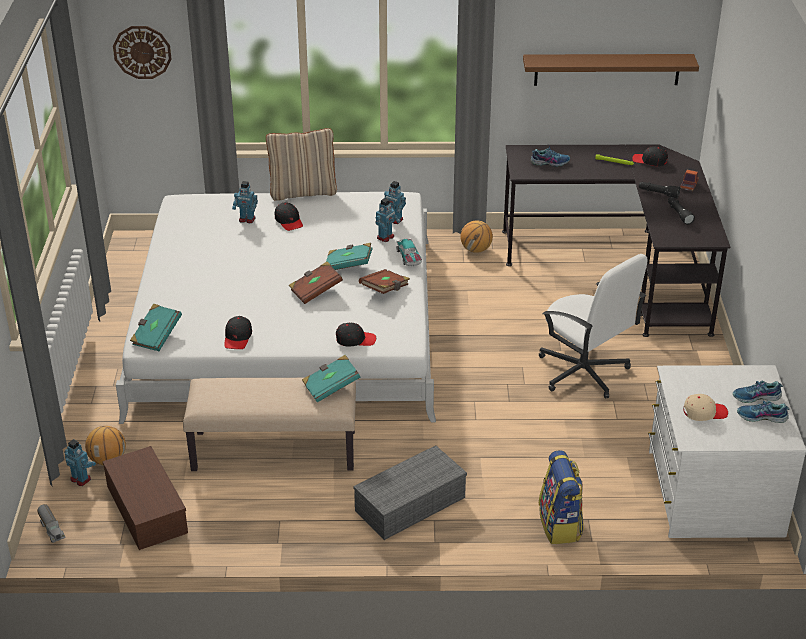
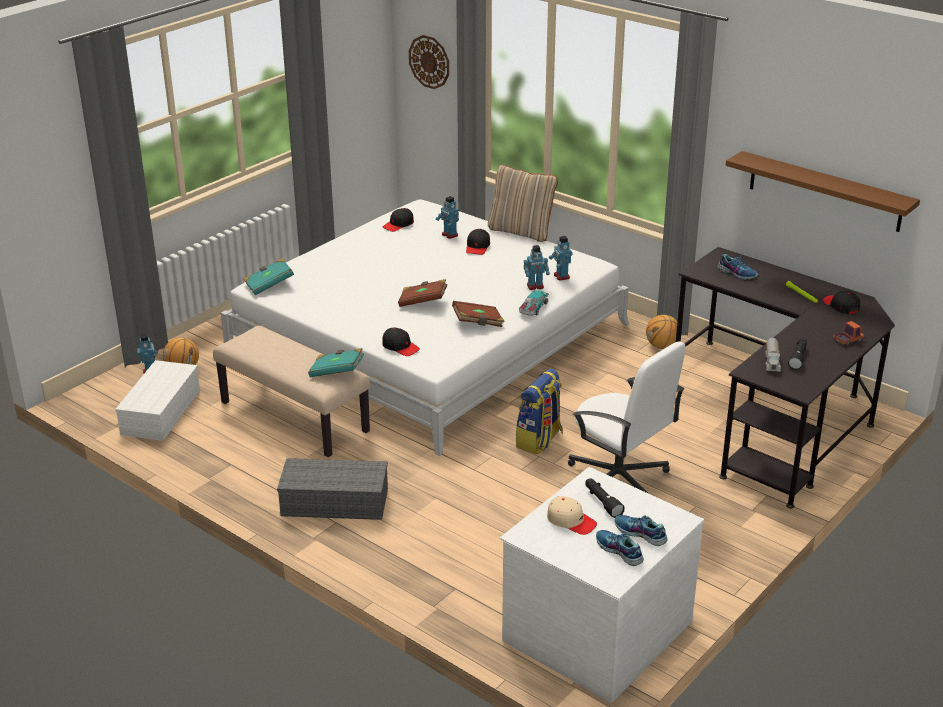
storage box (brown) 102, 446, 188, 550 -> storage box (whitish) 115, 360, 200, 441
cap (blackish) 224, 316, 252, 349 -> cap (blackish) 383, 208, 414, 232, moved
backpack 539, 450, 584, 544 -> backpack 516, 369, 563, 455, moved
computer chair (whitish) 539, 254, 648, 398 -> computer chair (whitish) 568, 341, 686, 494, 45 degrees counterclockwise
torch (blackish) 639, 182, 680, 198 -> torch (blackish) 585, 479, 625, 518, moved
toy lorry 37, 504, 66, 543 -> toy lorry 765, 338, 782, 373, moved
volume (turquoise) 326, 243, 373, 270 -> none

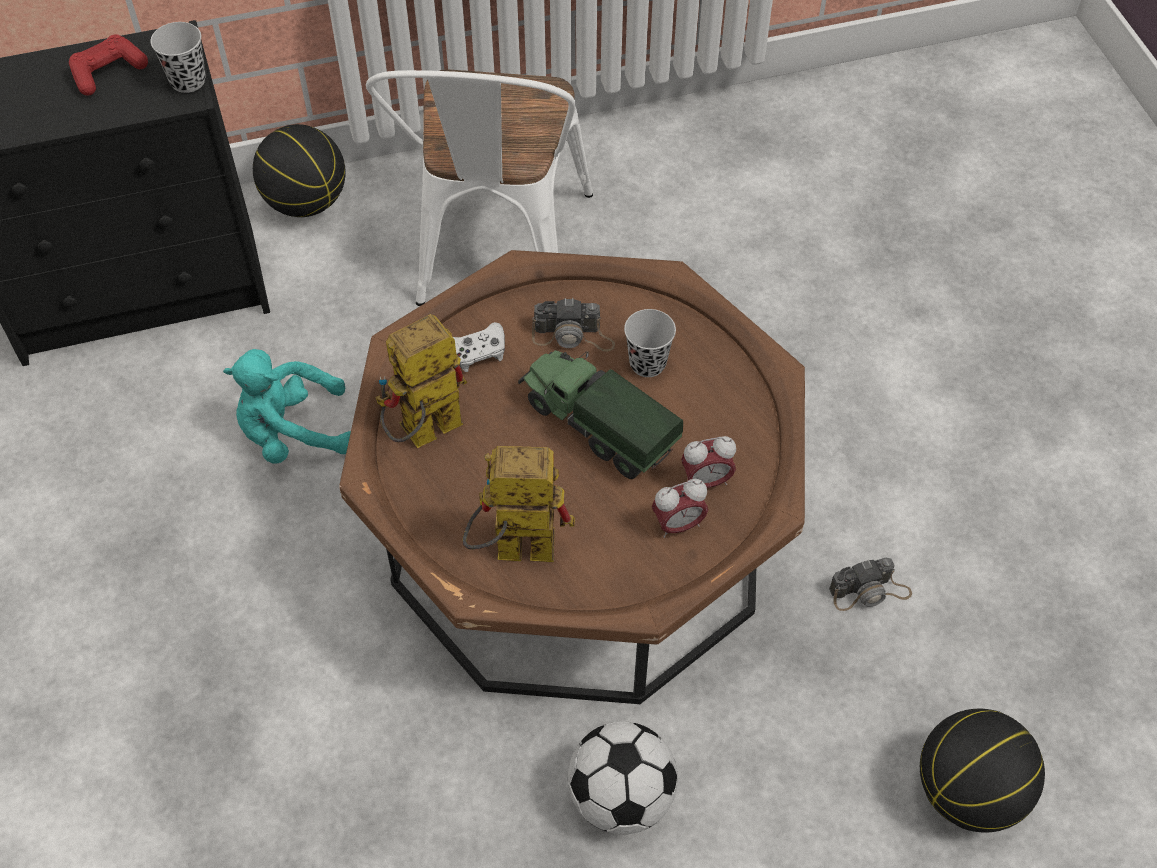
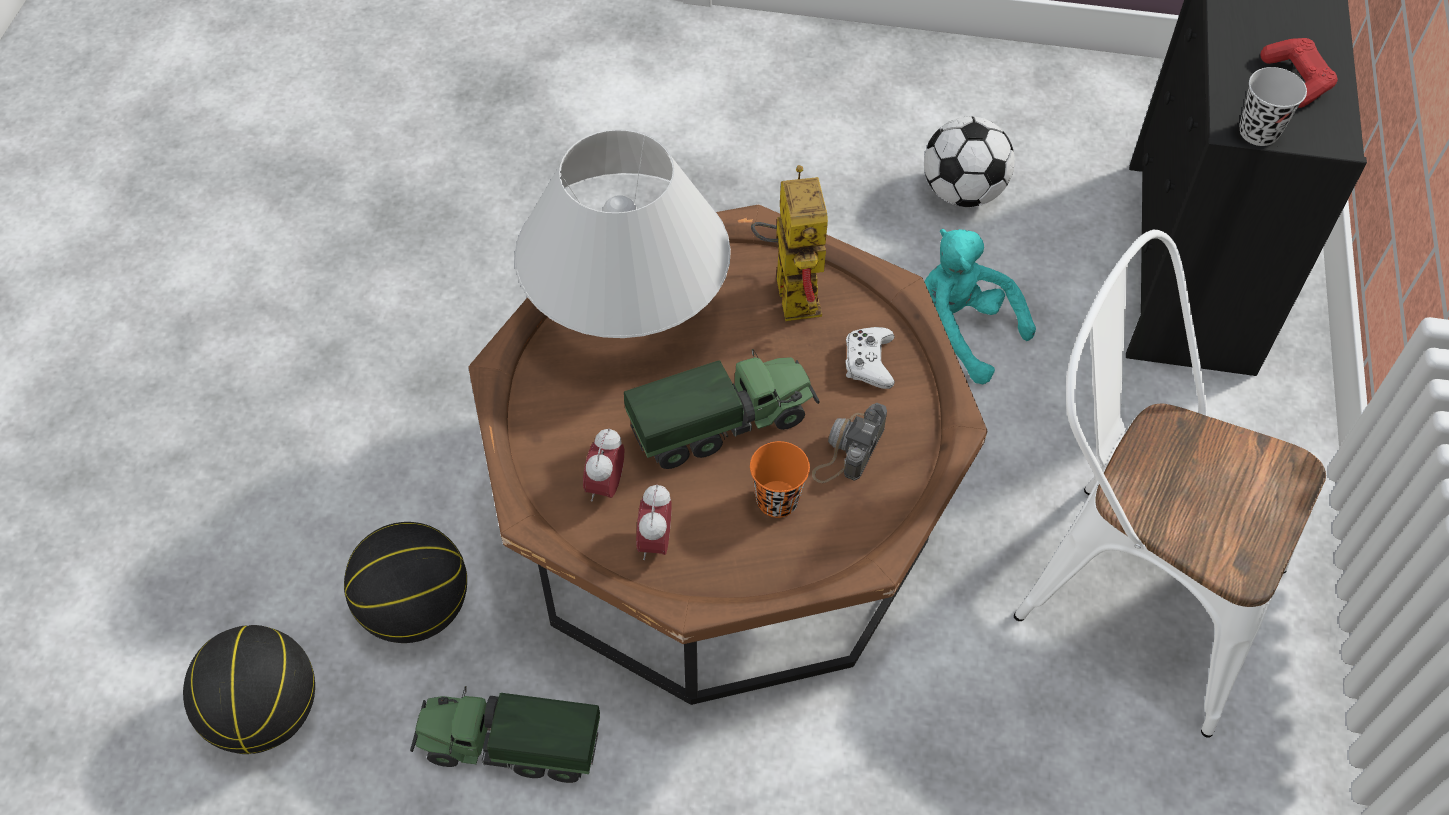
basketball 253, 124, 346, 217 -> basketball 344, 522, 467, 643, moved
still camera 829, 557, 912, 611 -> toy lorry 410, 686, 600, 783
robot figure 462, 446, 575, 562 -> lamp for a table (whitish) 514, 129, 731, 338
alarm clock 652, 479, 708, 538 -> alarm clock 636, 484, 671, 560, moved
small cup (blackish) 624, 309, 676, 377 -> small cup (orangey) 750, 441, 810, 518
football 568, 721, 678, 834 -> football 924, 116, 1015, 207, moved
plush toy (turquoise) 223, 349, 351, 464 -> plush toy (turquoise) 924, 229, 1036, 384, 60 degrees counterclockwise

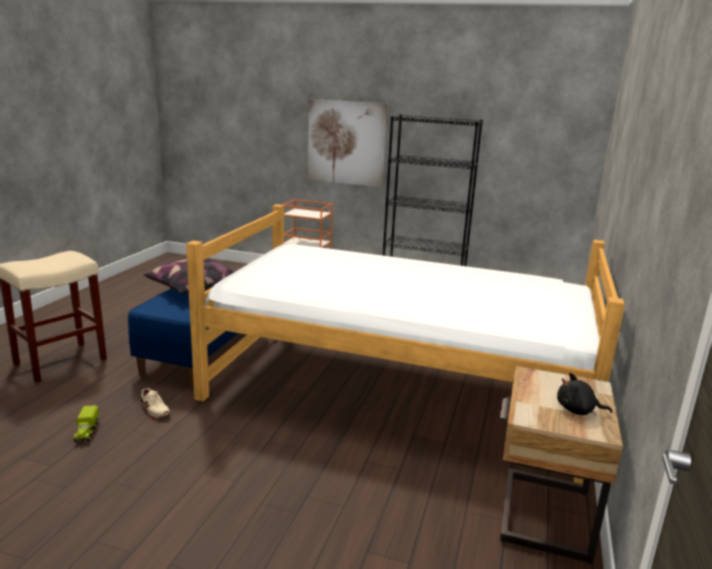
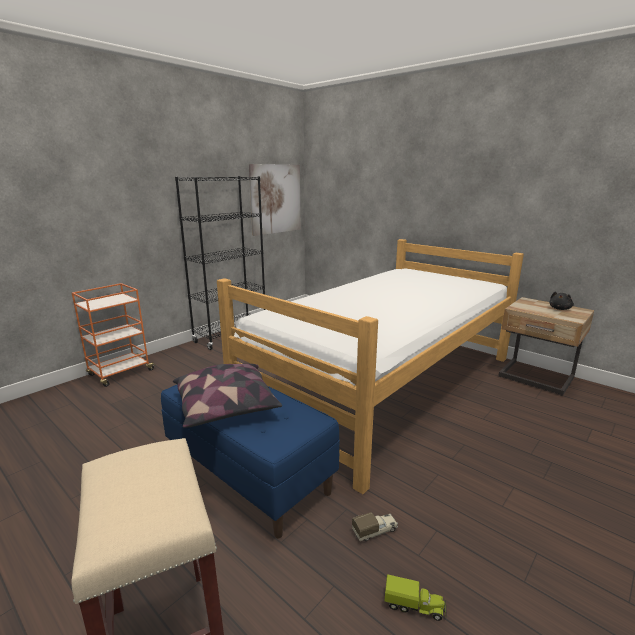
picture 308, 99, 388, 187 -> picture 249, 164, 301, 236, moved
low shoe (sand-coloured) 140, 388, 170, 419 -> toy lorry 352, 512, 398, 541

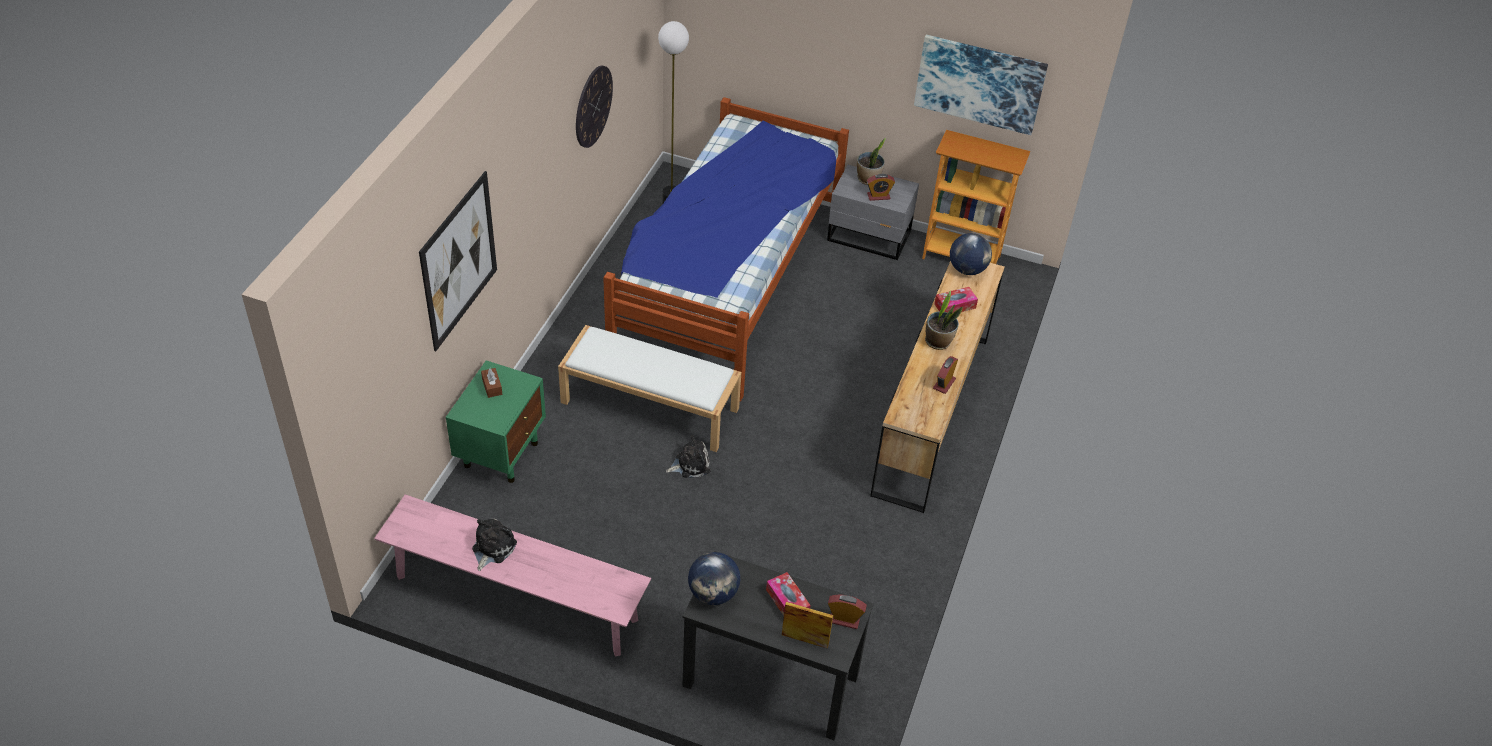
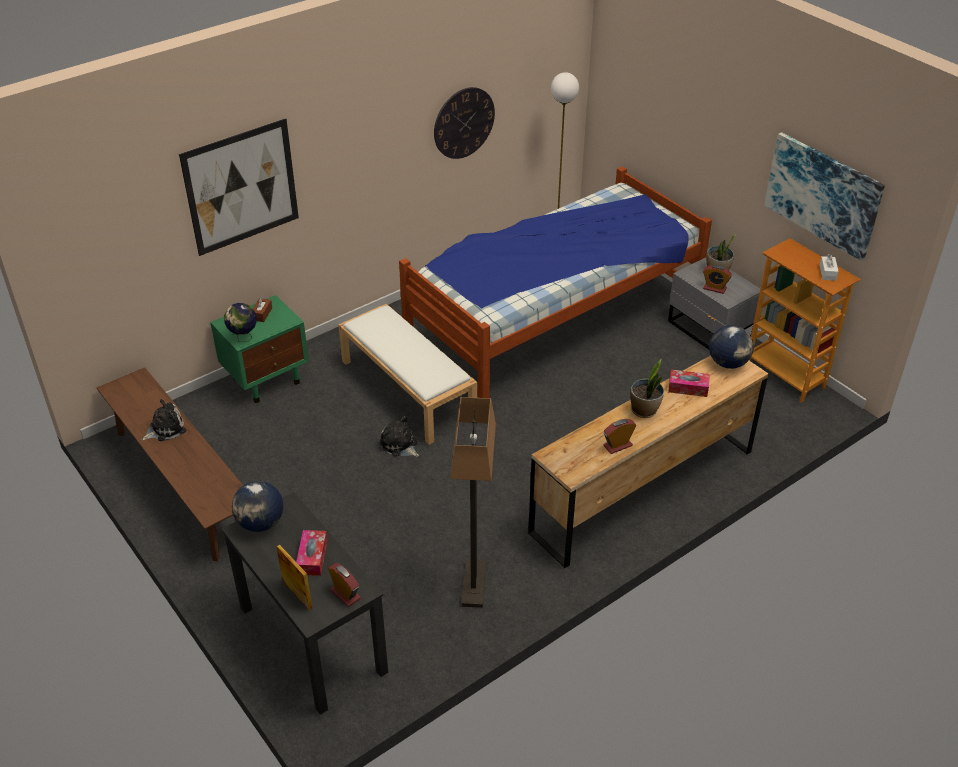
indoor bench (pink-coloured) 374, 494, 651, 656 -> indoor bench (brown) 97, 367, 243, 562
none -> world globe 224, 303, 257, 342
plush toy 666, 435, 711, 478 -> plush toy 379, 416, 419, 457, 150 degrees counterclockwise
none -> floor lamp 450, 397, 496, 608
none -> box of tissues (whitish) 820, 254, 839, 281

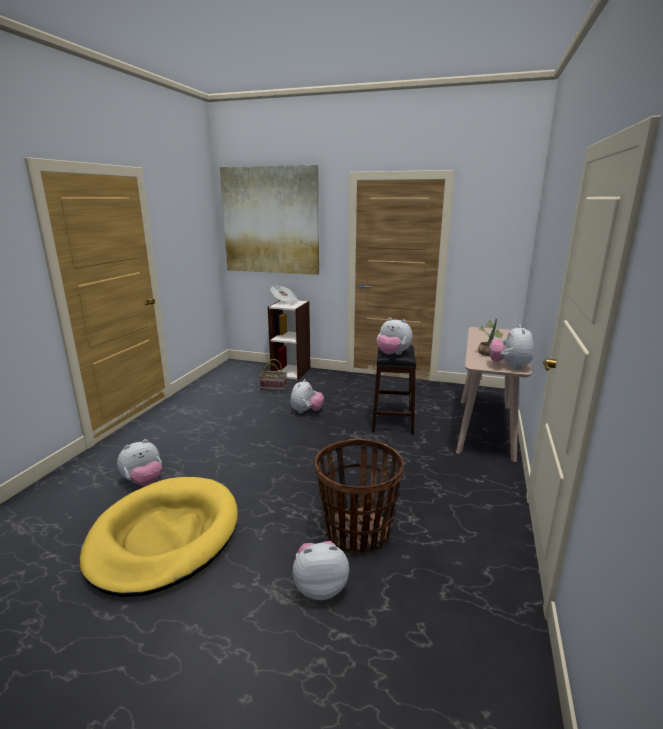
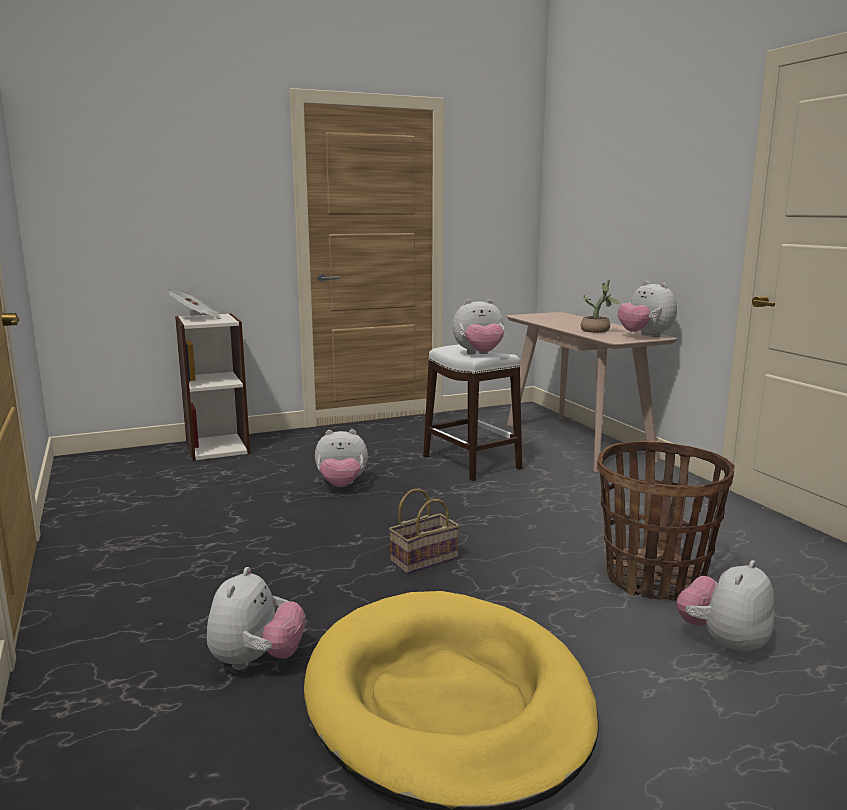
plush toy 290, 379, 324, 414 -> plush toy 315, 429, 368, 487, 105 degrees clockwise
storage basket 259, 359, 287, 391 -> storage basket 389, 488, 460, 574, moved
stool seat (blackish) 372, 345, 416, 435 -> stool seat (whitish) 423, 345, 522, 481
picture 220, 165, 319, 275 -> none

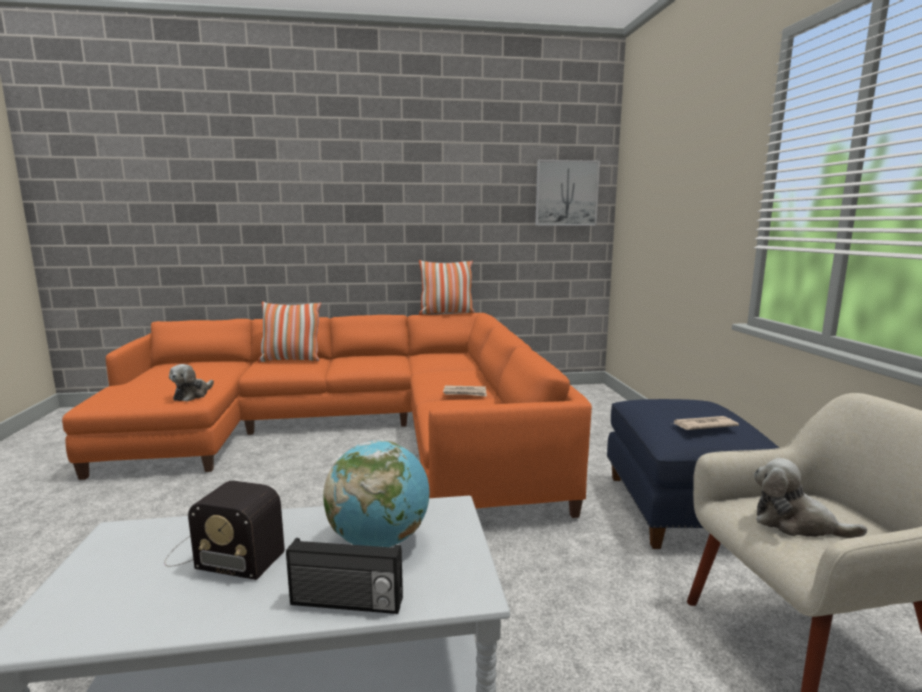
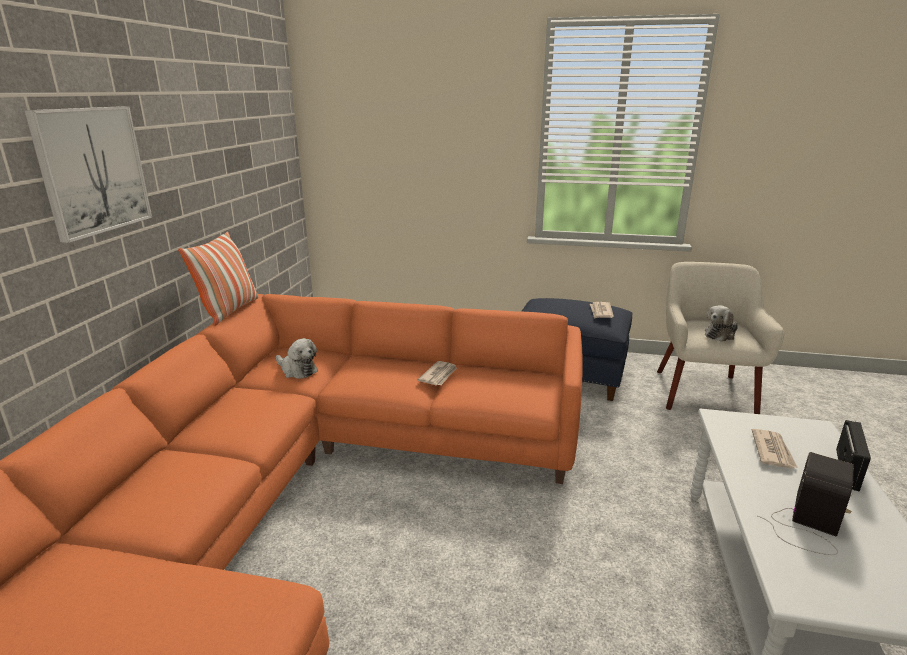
picture 535, 160, 600, 226 -> picture 24, 106, 152, 243, moved
plush toy 169, 364, 214, 401 -> plush toy 276, 338, 318, 379, moved
world globe 323, 440, 429, 547 -> printed paper 752, 429, 798, 468
throw pillow 258, 302, 321, 363 -> none

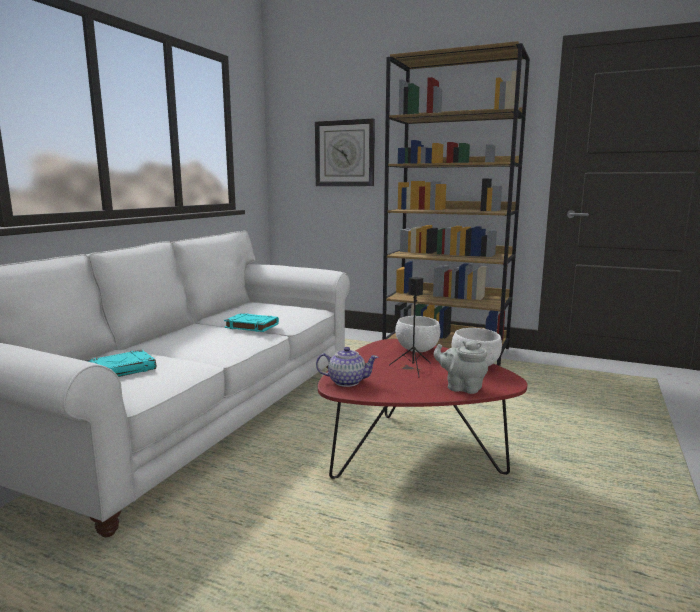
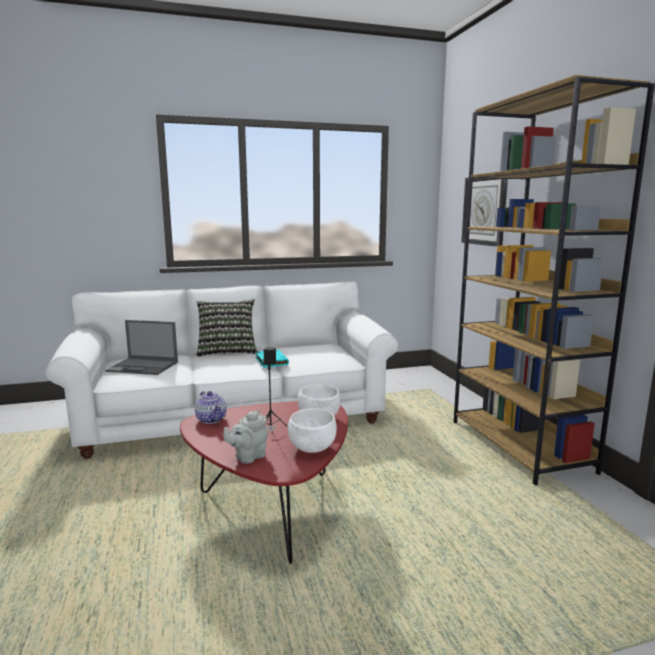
volume (turquoise) 85, 350, 156, 377 -> notebook computer 105, 320, 178, 375
none -> throw pillow 196, 299, 257, 357
tea pot (greyish) 434, 341, 488, 394 -> tea pot (greyish) 223, 410, 268, 464, 120 degrees counterclockwise

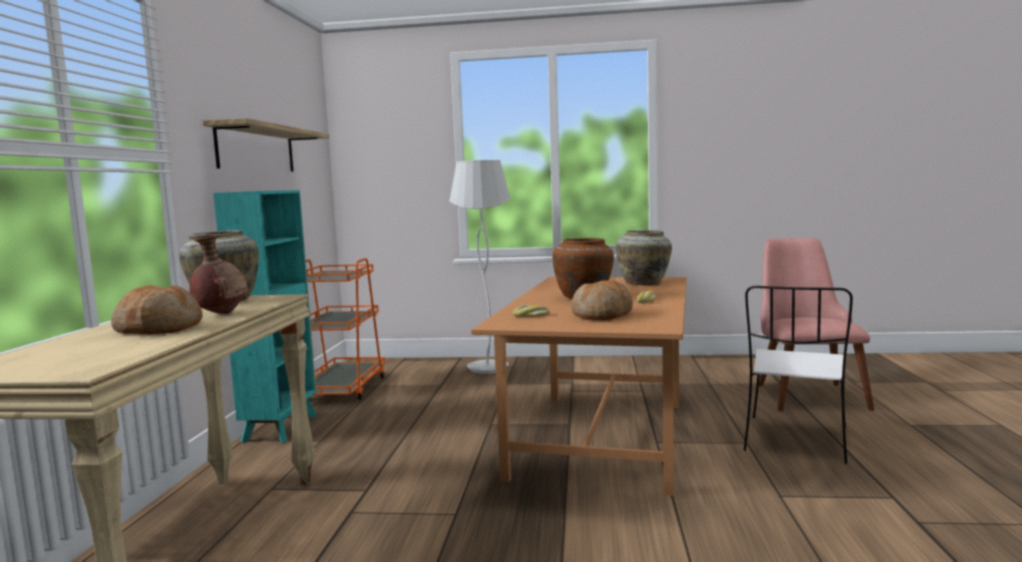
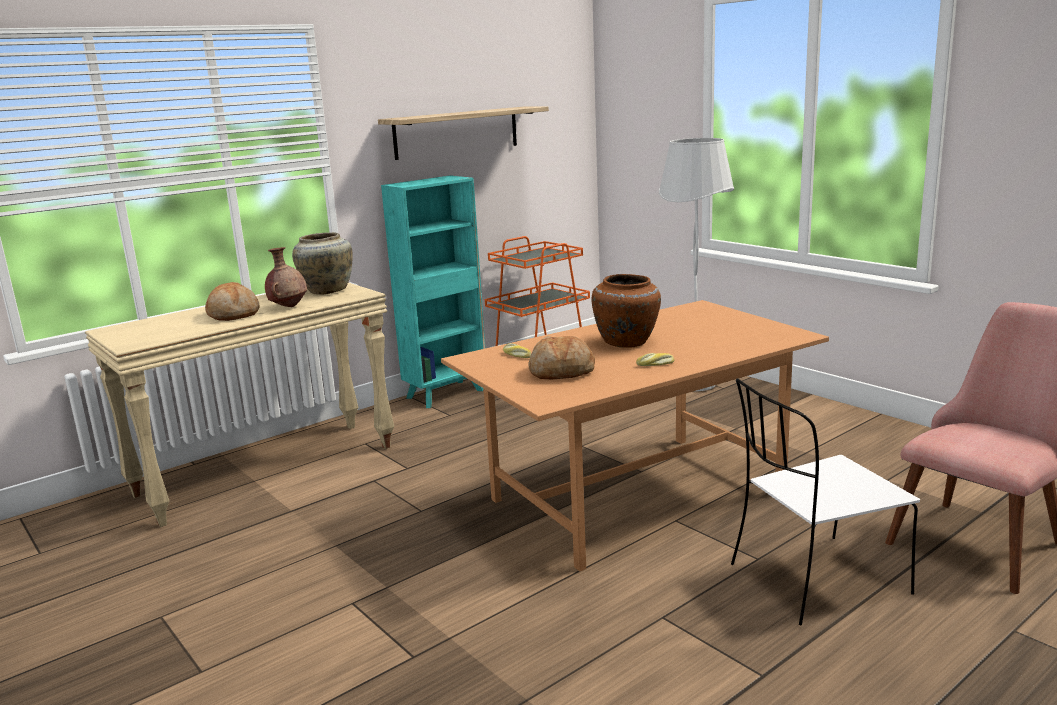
vase (sand-coloured) 616, 230, 672, 285 -> none

